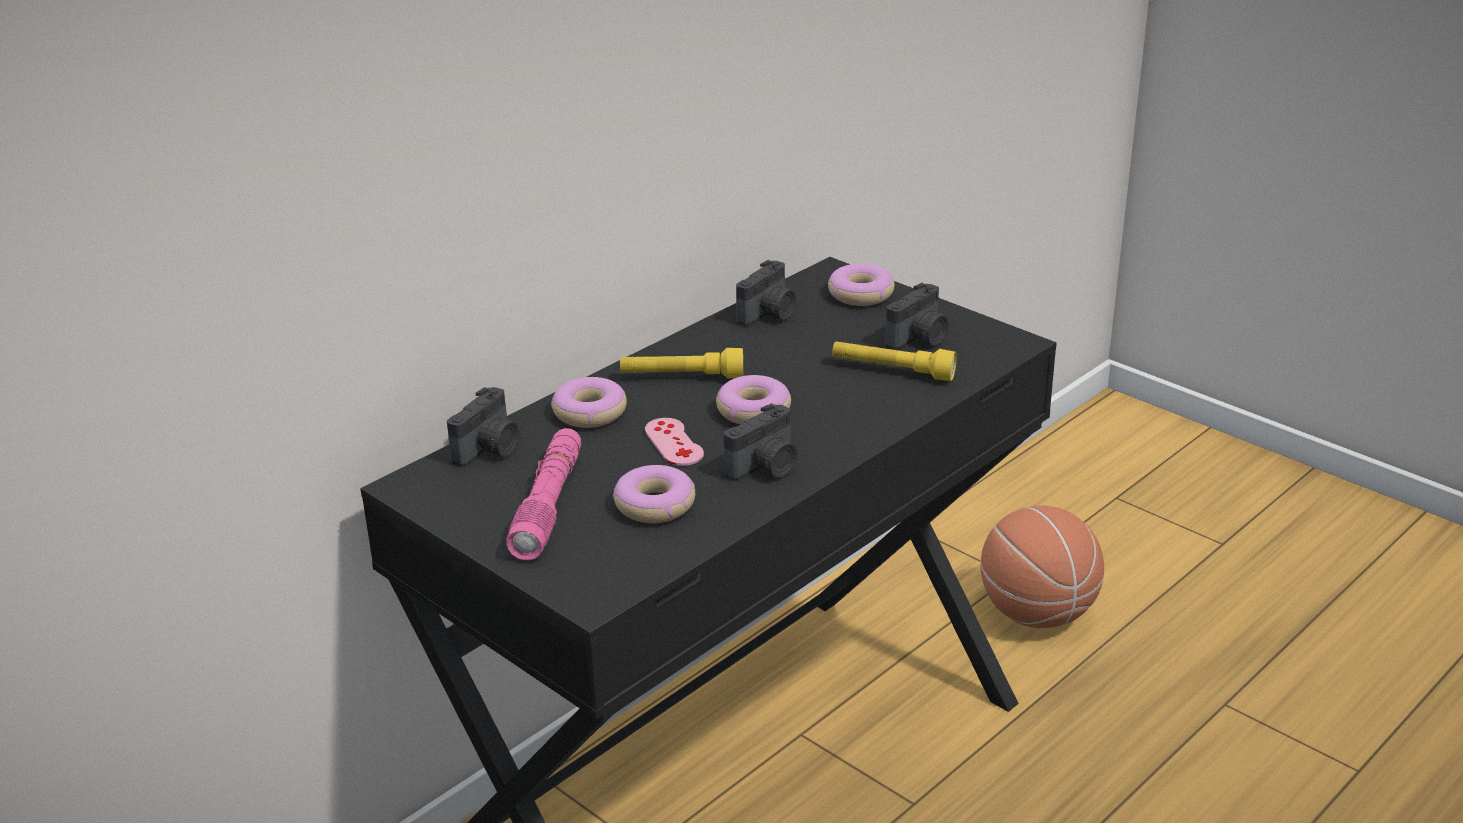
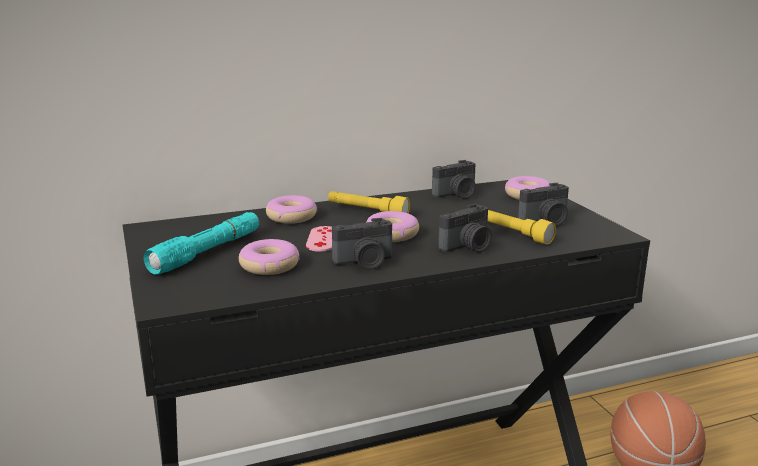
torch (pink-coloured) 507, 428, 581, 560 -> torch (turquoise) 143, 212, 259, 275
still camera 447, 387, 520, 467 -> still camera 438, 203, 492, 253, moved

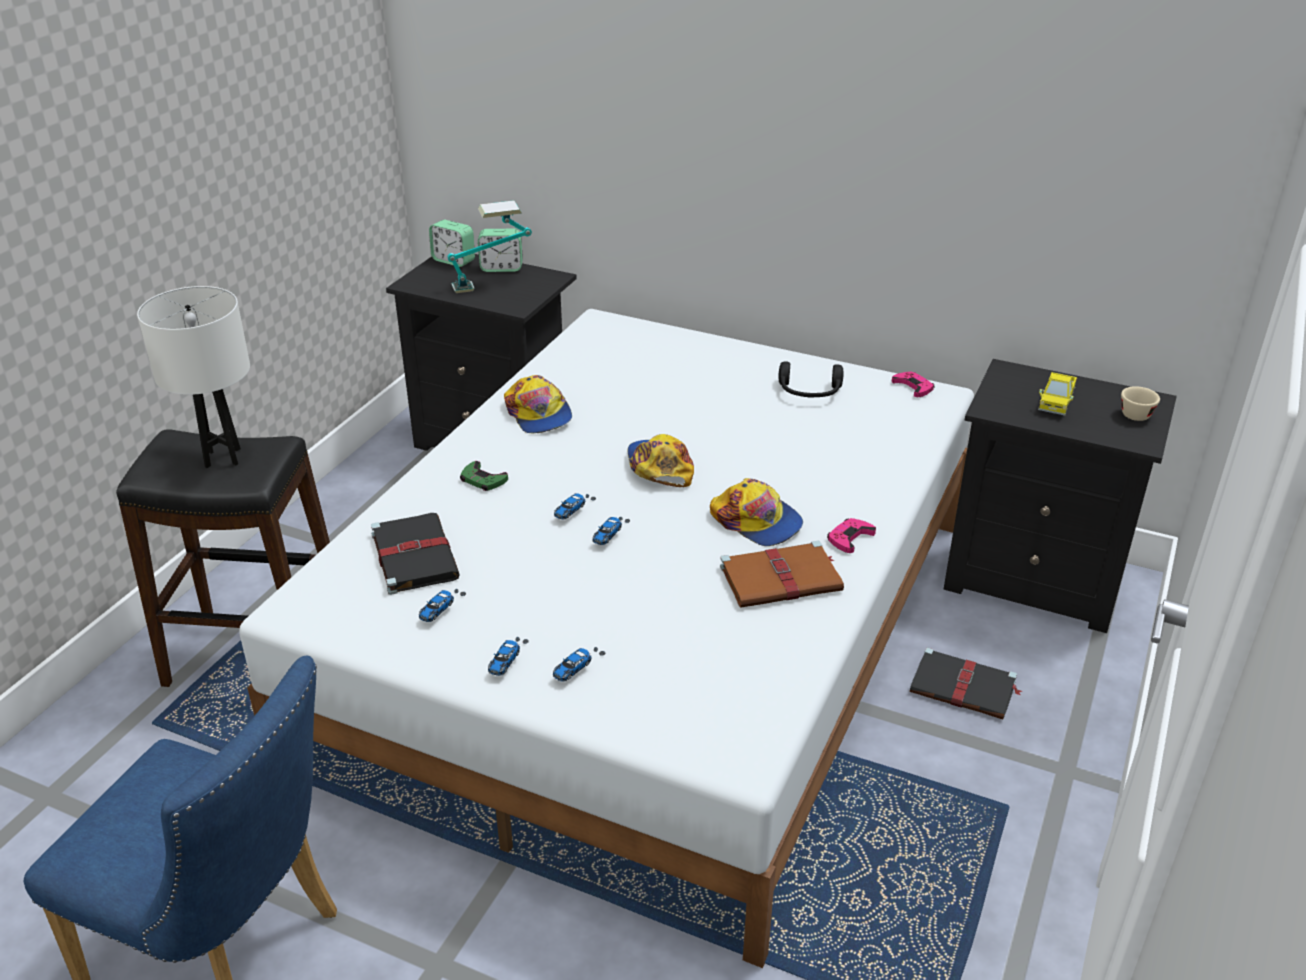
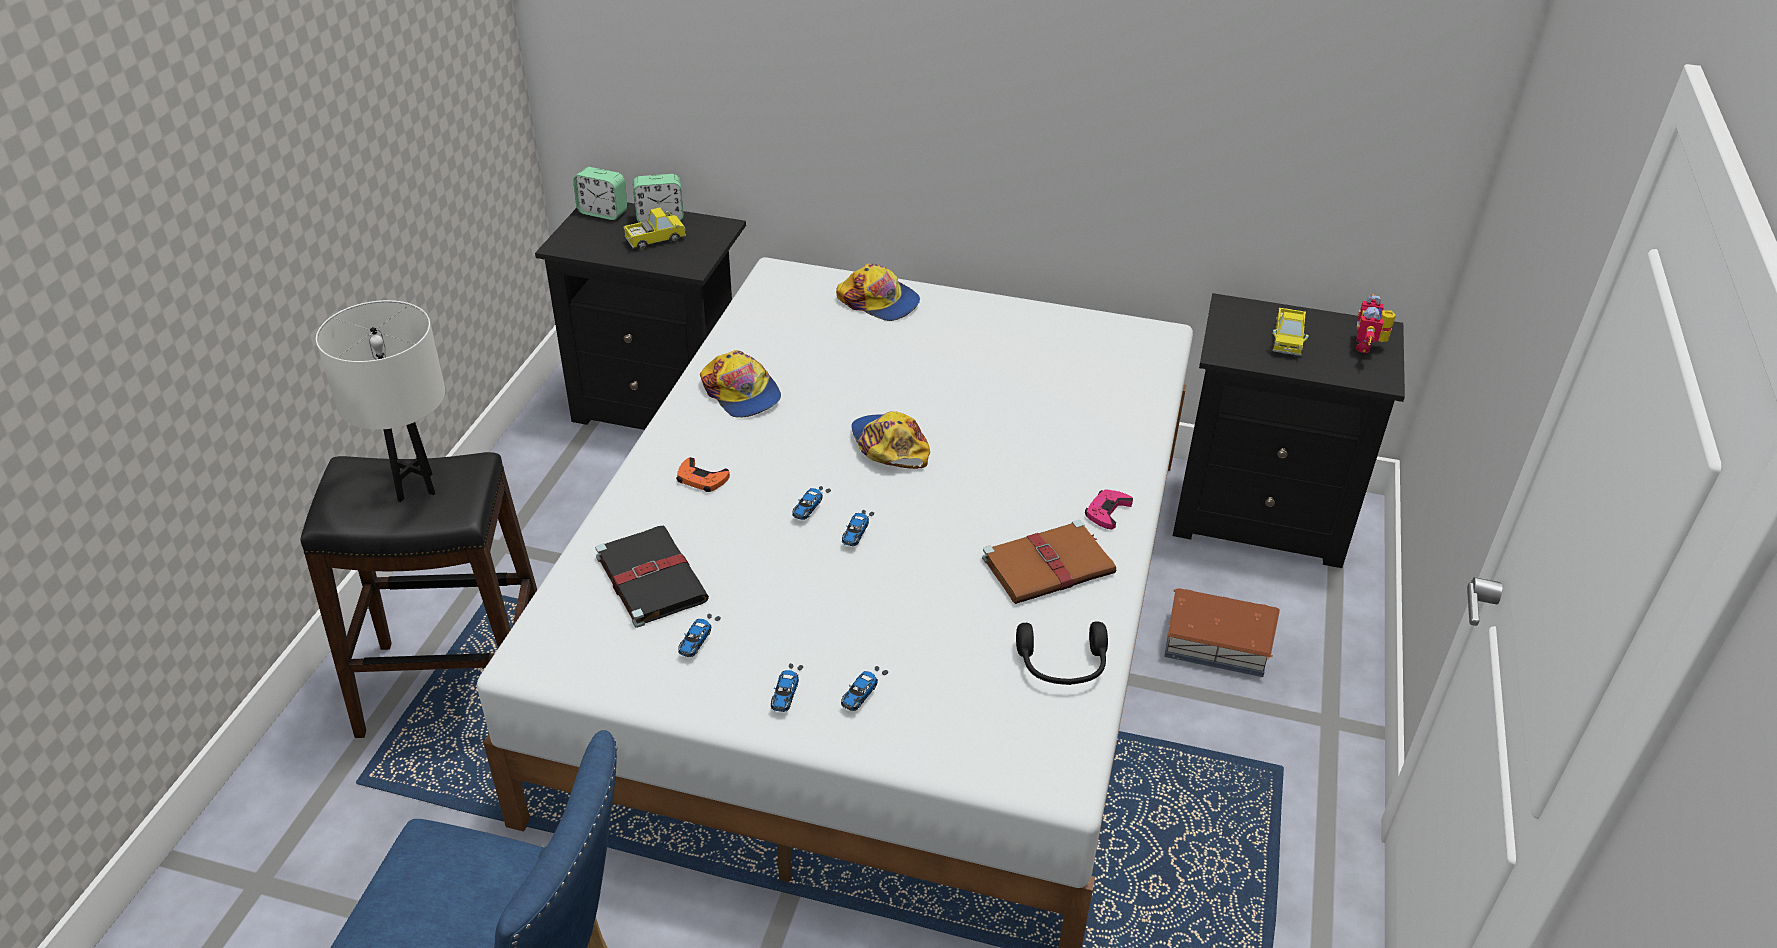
lamp for a table 448, 200, 532, 293 -> toy lorry 623, 208, 686, 250
gamepad (green) 460, 461, 508, 491 -> gamepad (orangey) 676, 457, 730, 492
cap 710, 478, 803, 546 -> cap 836, 264, 920, 321, moved
pair of headphones (blackish) 779, 361, 843, 398 -> pair of headphones (blackish) 1016, 622, 1108, 685, moved
volume (blackish) 910, 647, 1022, 719 -> miniature house 1164, 588, 1280, 677
small cup (sand-coloured) 1121, 386, 1160, 421 -> robot figure 1356, 294, 1396, 353
gamepad (pink-coloured) 892, 371, 935, 397 -> none

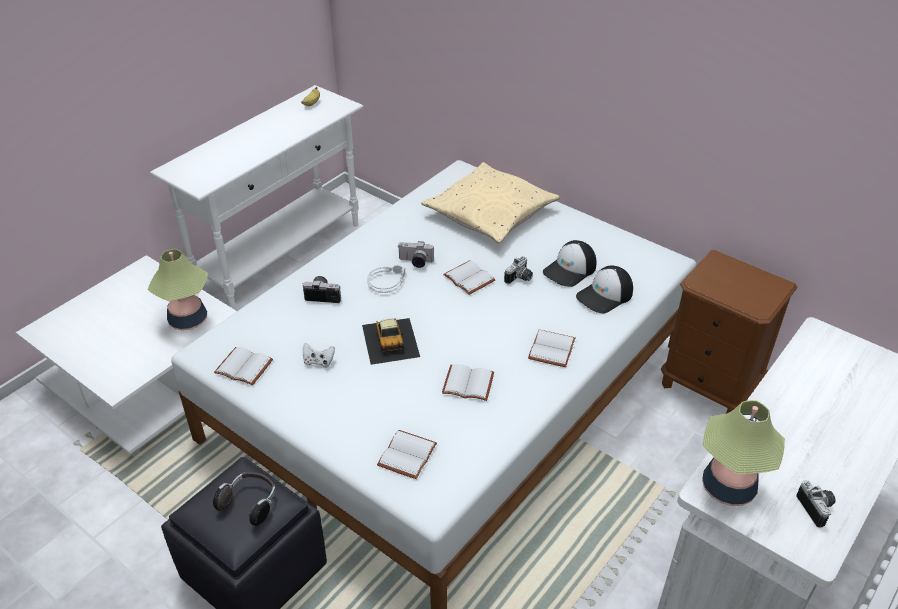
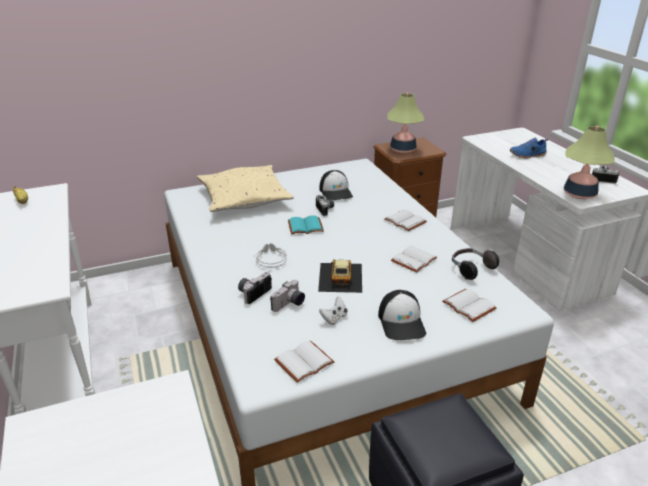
still camera 398, 241, 434, 268 -> still camera 270, 280, 305, 312, moved
volume (whitish) 443, 260, 495, 295 -> volume (turquoise) 288, 215, 324, 234
toy car 362, 318, 420, 365 -> toy car 318, 260, 362, 293, 105 degrees counterclockwise
cap 576, 265, 633, 314 -> cap 378, 290, 426, 340, moved
lamp for a table 148, 249, 208, 331 -> lamp for a table 387, 93, 424, 153, moved
pair of headphones 213, 472, 276, 526 -> pair of headphones 452, 248, 499, 280, moved
none -> low shoe (bluish) 510, 138, 548, 159

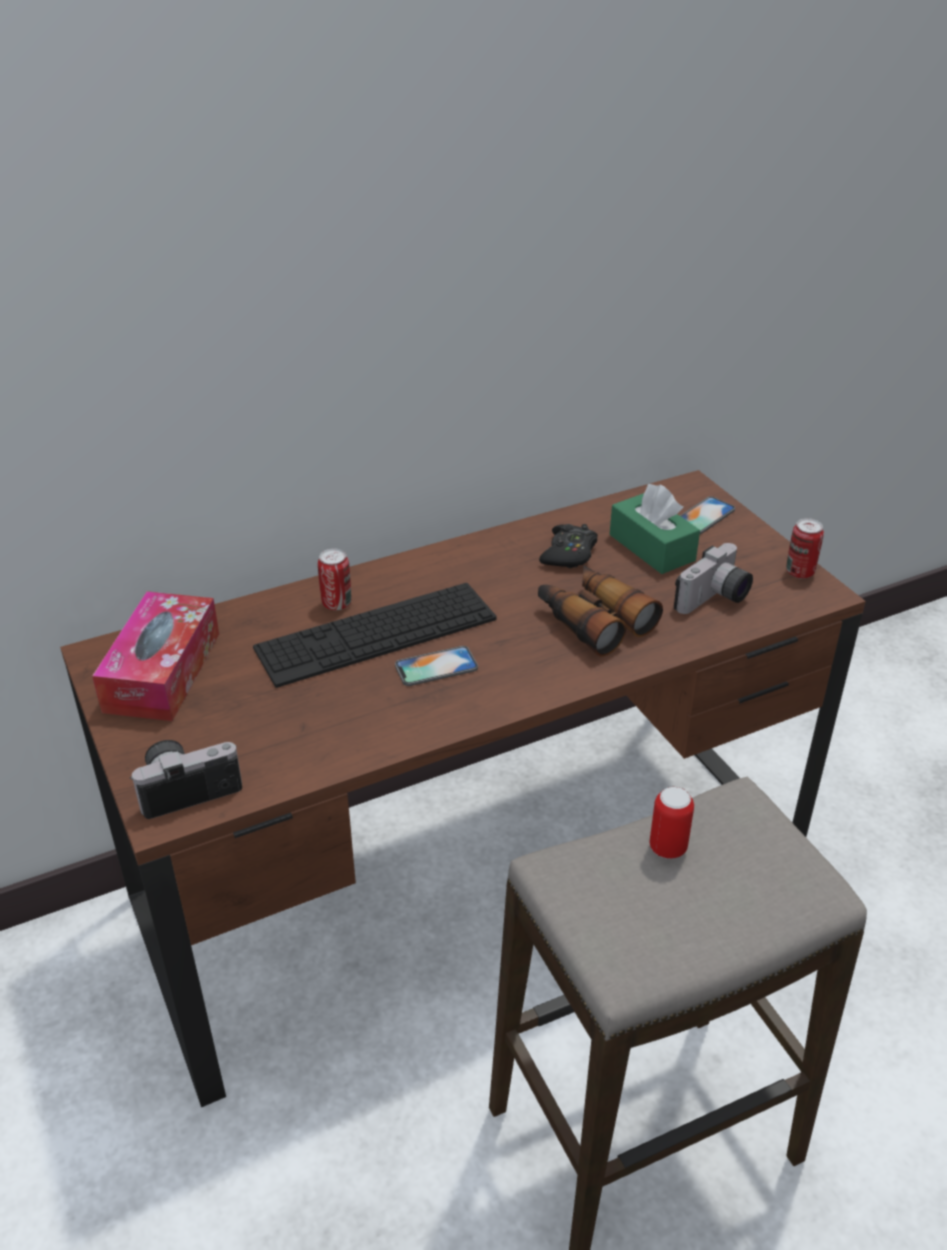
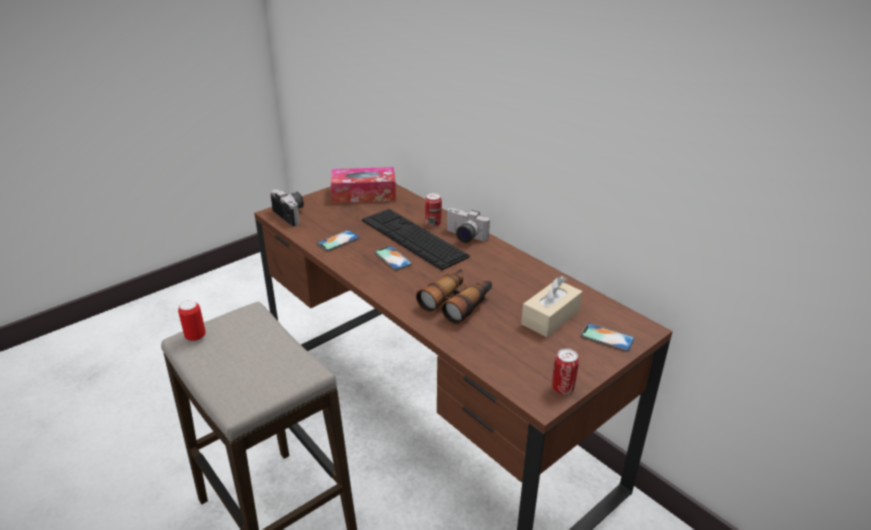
metal can 650, 787, 694, 859 -> metal can 178, 300, 206, 341, moved
none -> handset 317, 230, 359, 251
still camera 674, 543, 753, 614 -> still camera 447, 208, 490, 243, moved
box of tissues (green) 610, 484, 700, 574 -> box of tissues (sand-coloured) 521, 276, 582, 337
gamepad (blackish) 539, 524, 598, 568 -> none

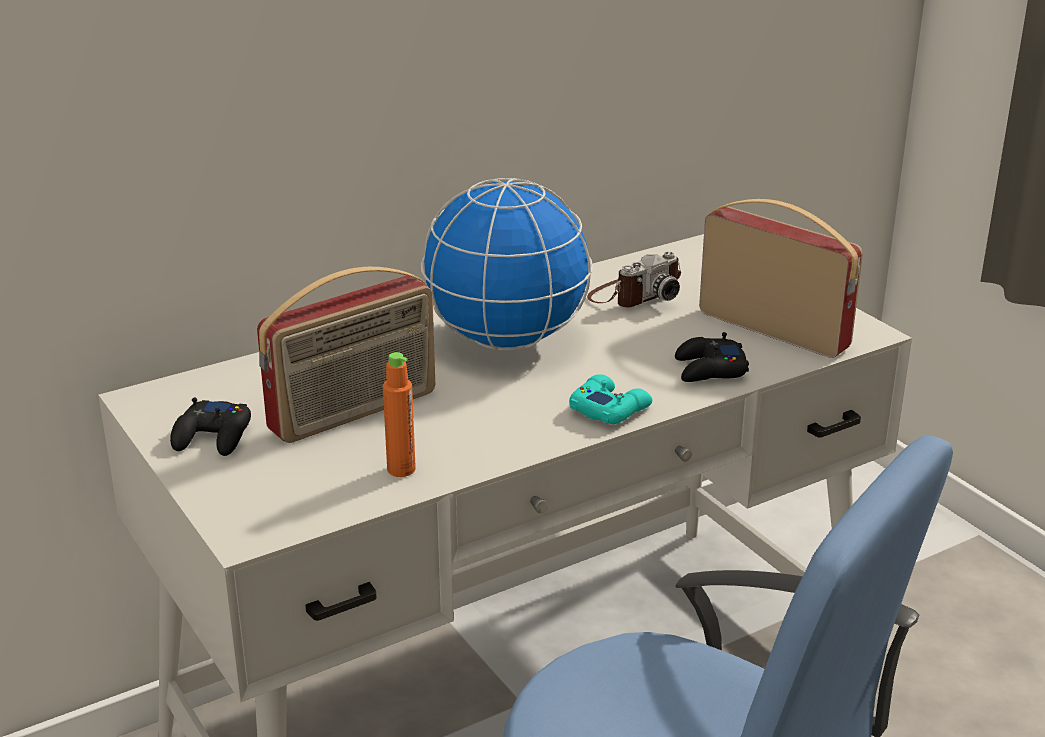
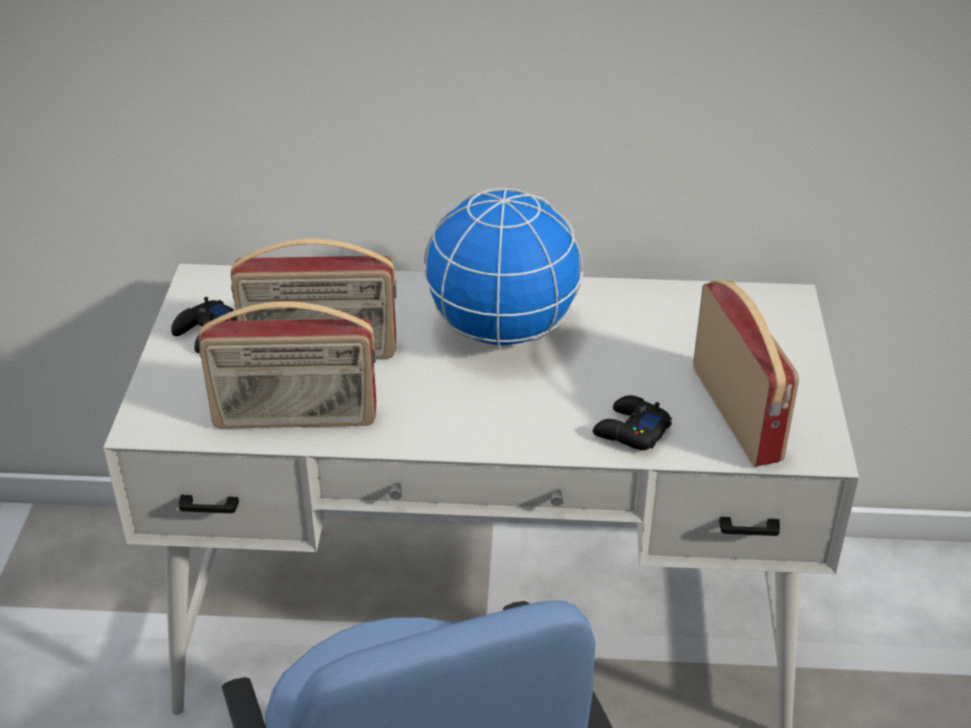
drink bottle (orangey) 383, 352, 416, 477 -> radio 199, 301, 376, 429
gamepad (turquoise) 569, 374, 652, 424 -> none
still camera 587, 251, 681, 307 -> none

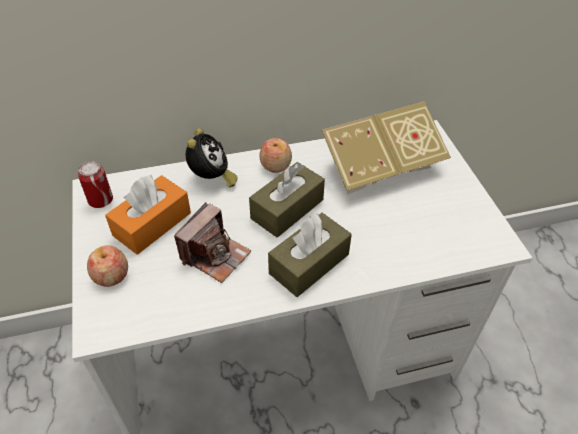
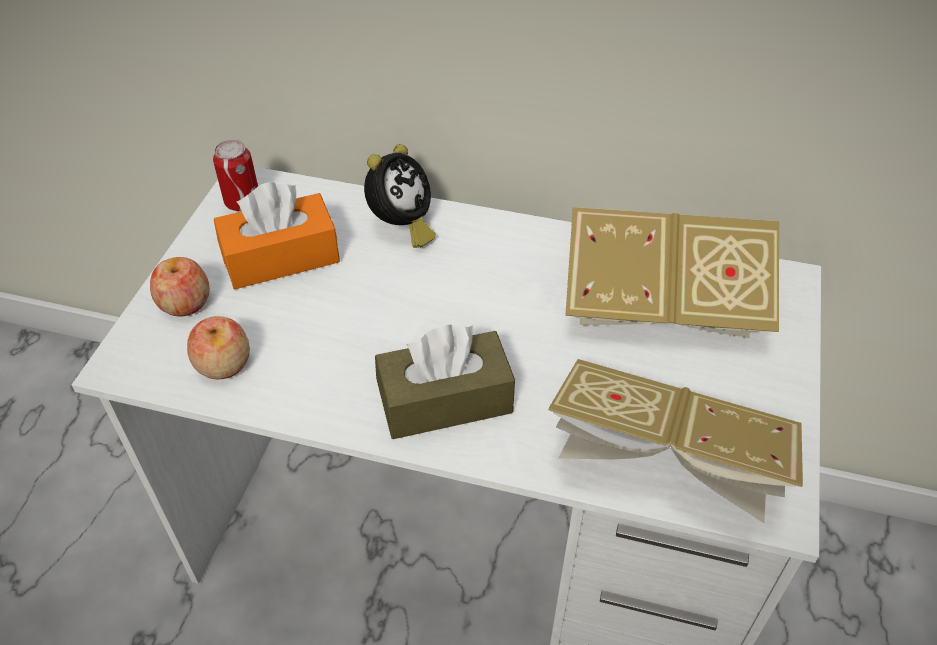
apple 259, 138, 292, 173 -> apple 187, 316, 250, 379, moved
none -> volume 548, 359, 803, 523
still camera 174, 202, 251, 283 -> none
box of tissues (brown) 249, 162, 325, 237 -> none

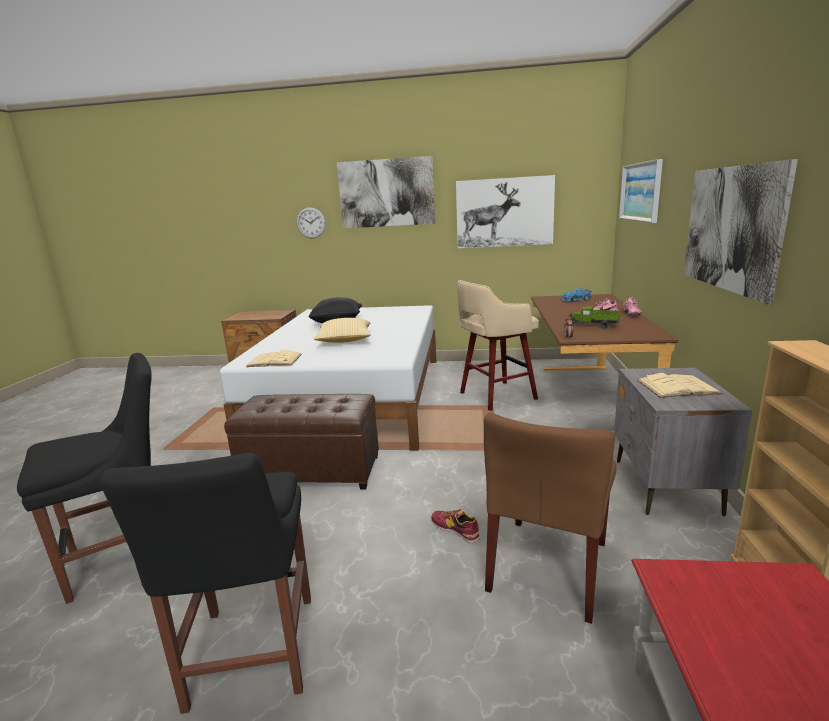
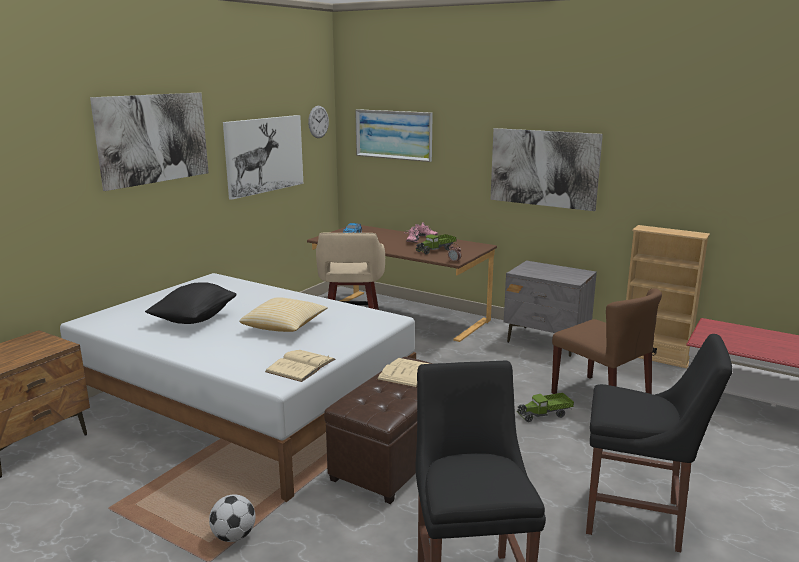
none -> football 209, 494, 256, 542
wall clock 297, 207, 326, 238 -> wall clock 308, 106, 329, 138, moved
volume (sand-coloured) 637, 373, 722, 398 -> volume (sand-coloured) 377, 358, 430, 388, moved
low shoe 432, 509, 480, 543 -> toy lorry 517, 393, 574, 422

